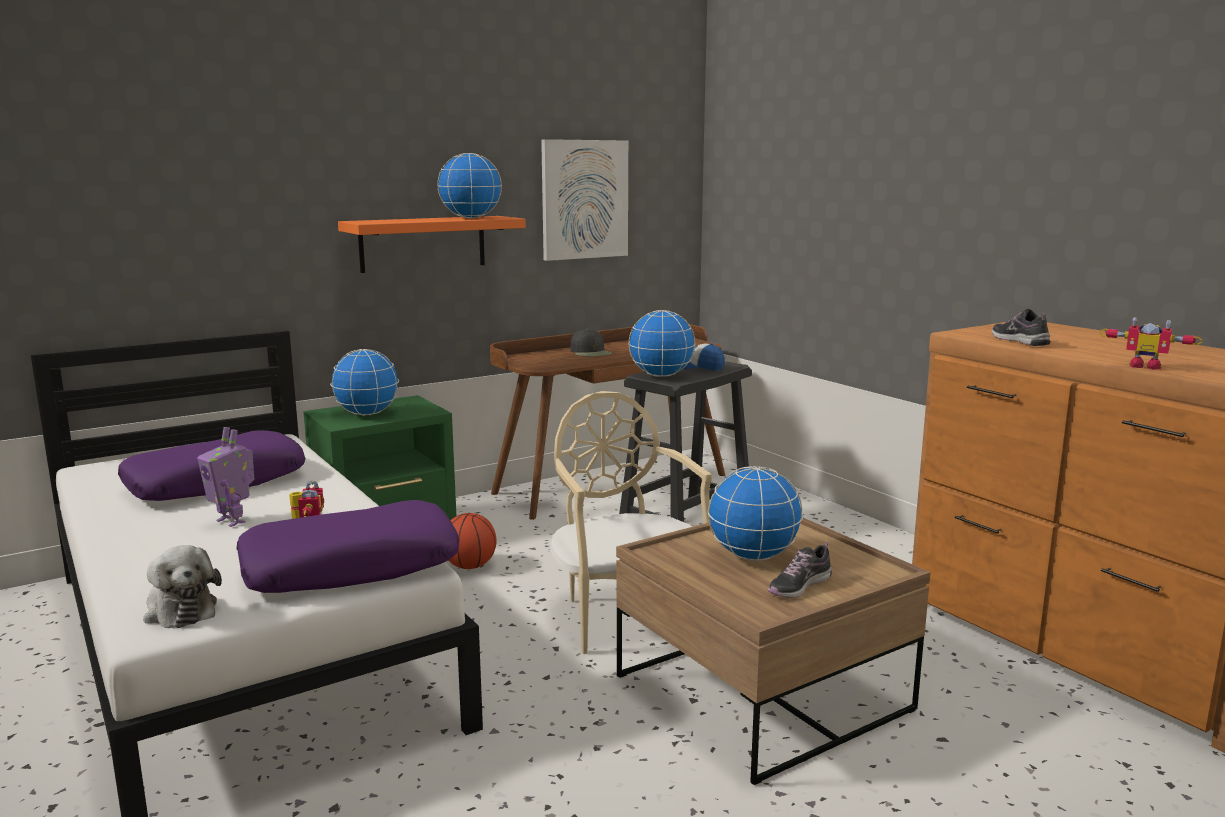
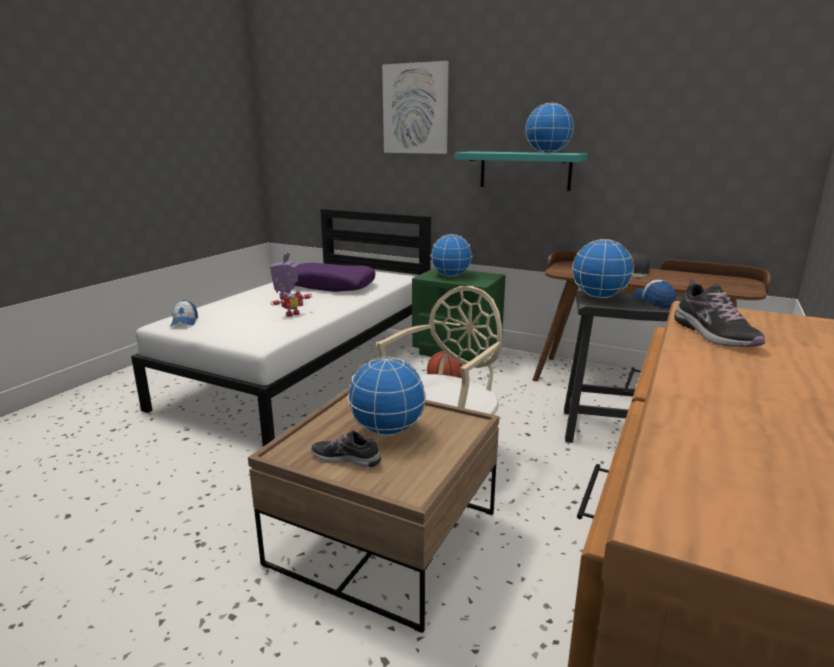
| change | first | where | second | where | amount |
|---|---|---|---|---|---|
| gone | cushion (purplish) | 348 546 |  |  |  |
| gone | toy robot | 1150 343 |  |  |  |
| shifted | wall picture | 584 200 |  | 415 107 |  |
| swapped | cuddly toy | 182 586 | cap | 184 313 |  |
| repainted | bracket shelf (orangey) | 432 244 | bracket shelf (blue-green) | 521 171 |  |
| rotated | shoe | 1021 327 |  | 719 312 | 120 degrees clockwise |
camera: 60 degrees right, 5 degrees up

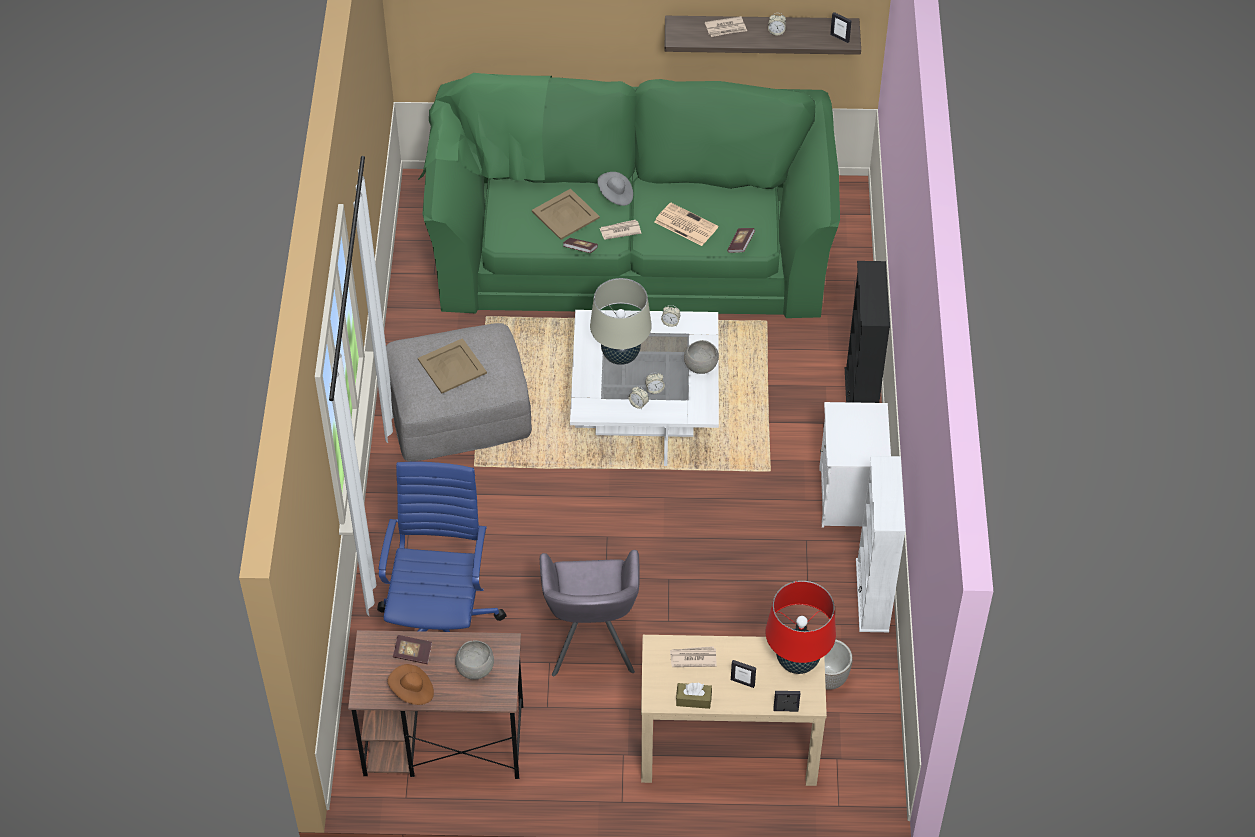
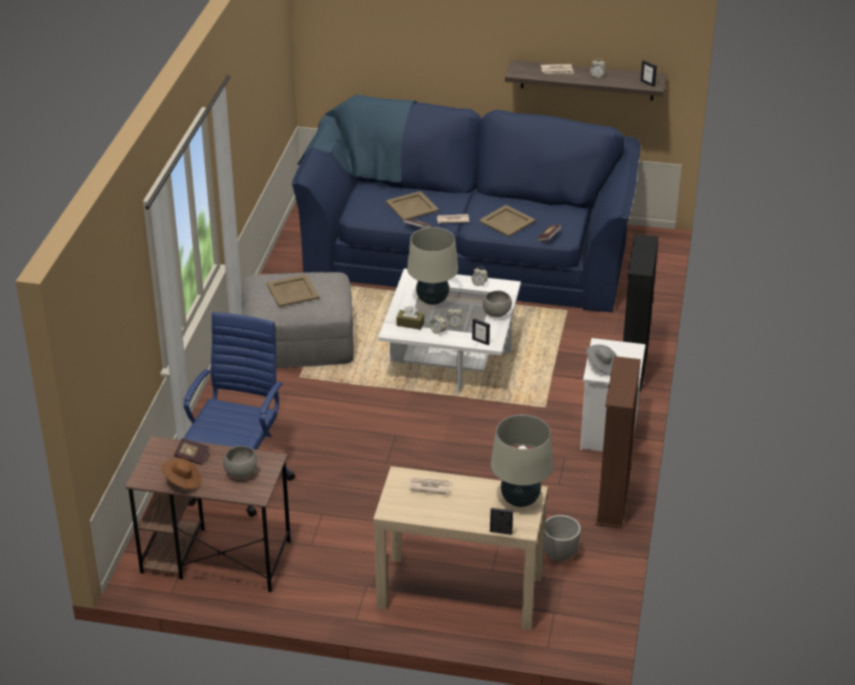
| change | first | where | second | where | amount |
|---|---|---|---|---|---|
| gone | lounge chair (grey) | 590 613 |  |  |  |
| shifted | clothing hat (grey) | 615 189 |  | 601 360 |  |
| shifted | box of tissues (brownish) | 694 696 |  | 410 318 |  |
| shifted | picture frame | 743 674 |  | 481 331 |  |
| swapped | daily paper | 686 224 | carrying tray (beige) | 507 221 |  |
| repainted | sofa (green-coloured) | 629 195 | sofa (bluish) | 466 204 |  |
| repainted | tabletop lamp (red) | 801 627 | tabletop lamp (beige) | 522 461 |  |
| repainted | bookcase (white) | 881 544 | bookcase (brownish) | 618 442 |  |
camera: 10 degrees right, 15 degrees down

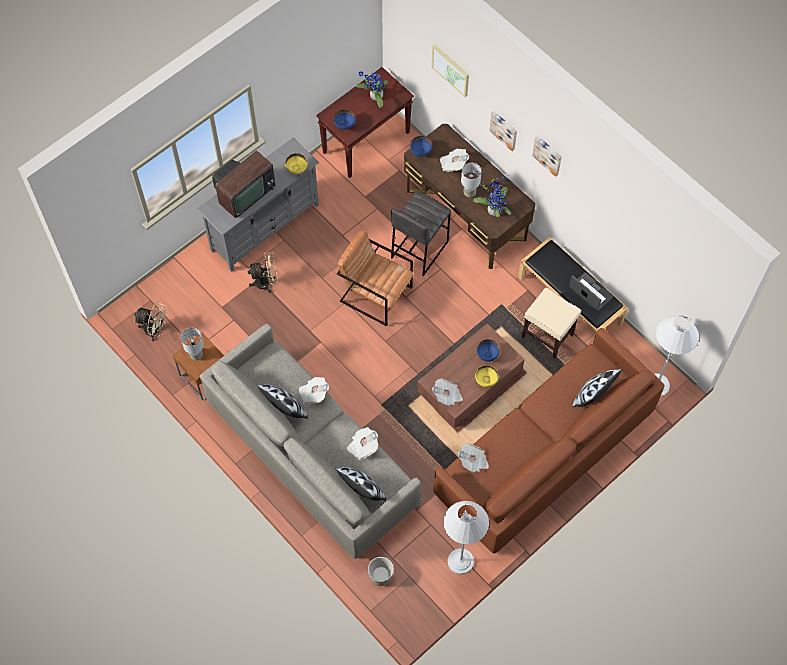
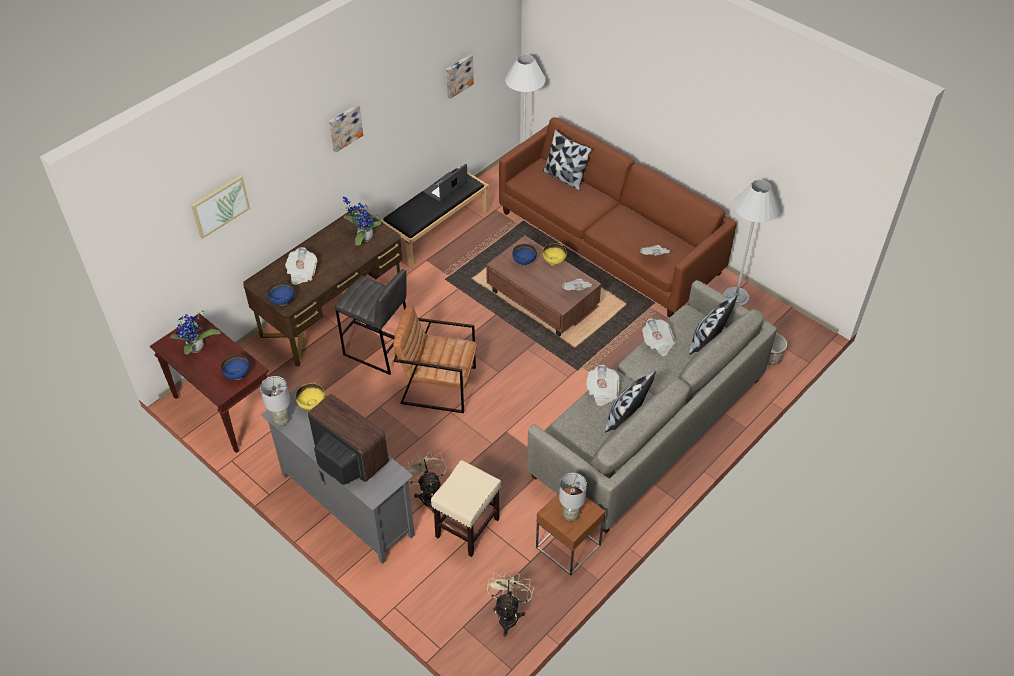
| change | first | where | second | where | amount |
|---|---|---|---|---|---|
| shifted | tabletop lamp (grey) | 471 180 |  | 275 401 |  |
| shifted | wall picture | 503 131 |  | 460 76 |  |
| shifted | stool (beige) | 551 323 |  | 466 508 |  |
| rotated | lounge chair (brownish) | 375 278 |  | 435 359 | 75 degrees clockwise |
camera: 95 degrees left, 15 degrees down

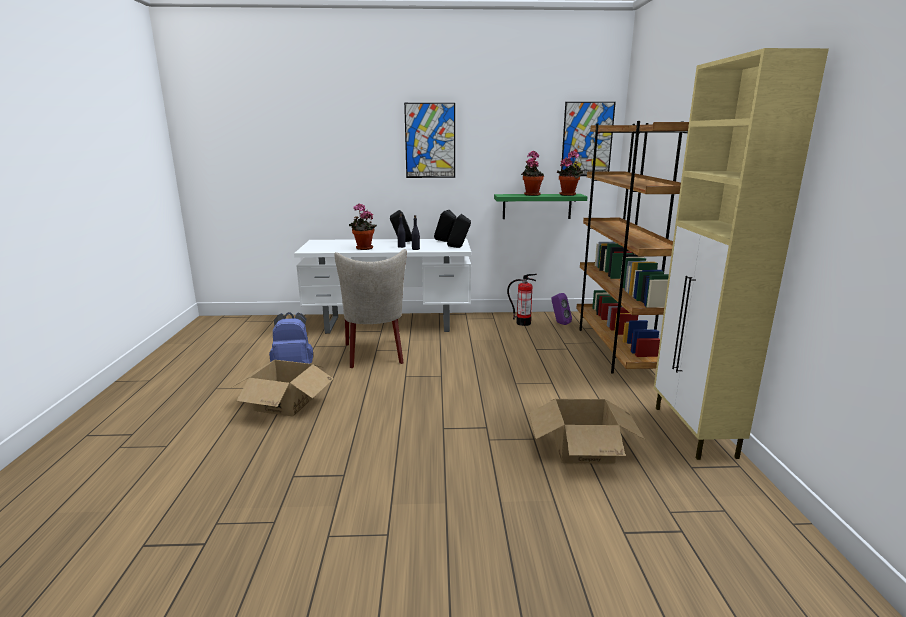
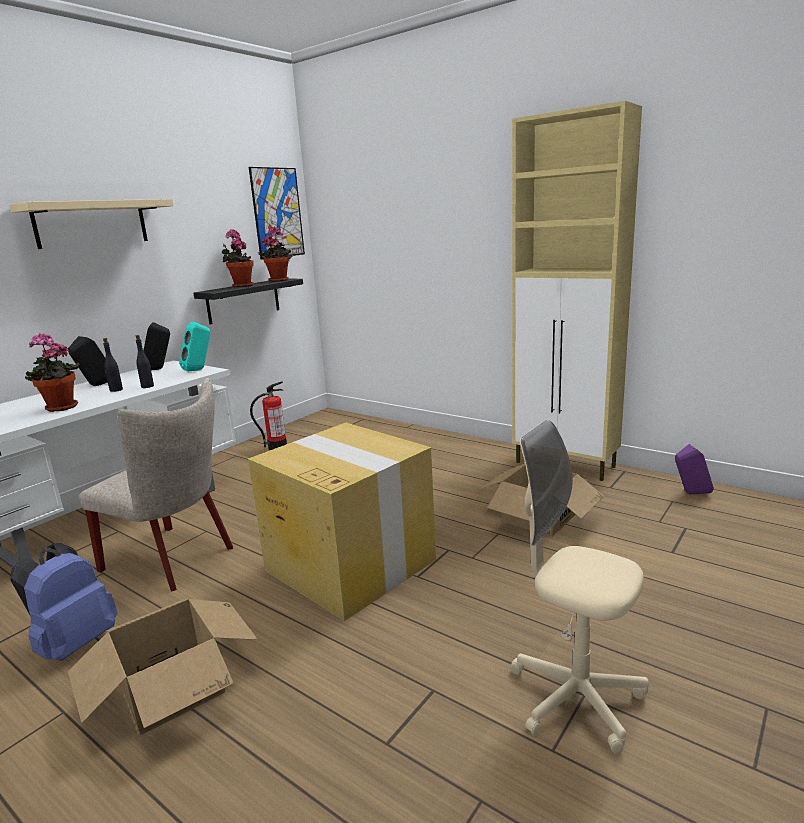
| change | first | where | second | where | amount |
|---|---|---|---|---|---|
| gone | bookcase (brownish) | 632 247 |  |  |  |
| new |  |  | carton | 342 522 |  |
| new |  |  | office chair (beige) | 579 587 |  |
| shifted | audio speaker (purplish) | 561 309 |  | 694 469 |  |
| swapped | wall picture | 429 140 | bracket shelf (beige) | 91 224 |  |
| repainted | audio speaker (blackish) | 459 231 | audio speaker (blue-green) | 194 346 |  |
| repainted | bracket shelf (green-coloured) | 540 206 | bracket shelf (blackish) | 248 301 |  |
camera: 50 degrees left, 0 degrees up

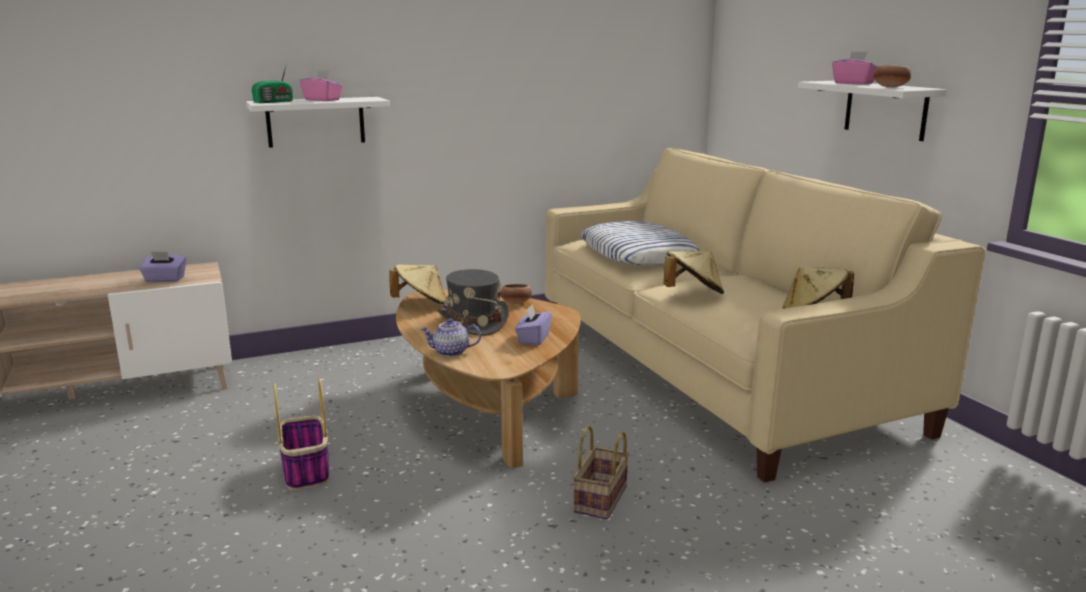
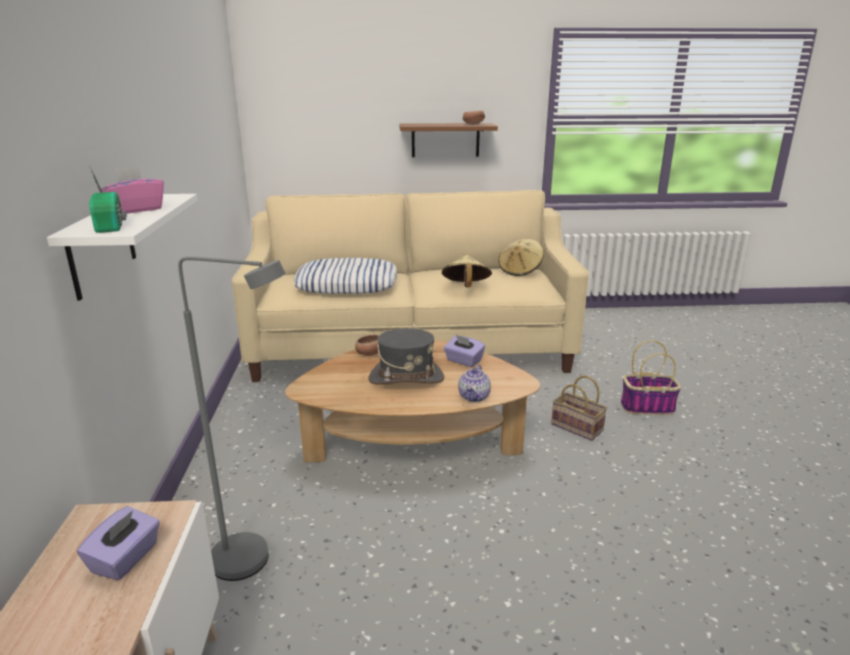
| change | first | where | second | where | amount |
|---|---|---|---|---|---|
| gone | clothing hat (beige) | 417 284 |  |  |  |
| gone | box of tissues (pink) | 855 68 |  |  |  |
| new |  |  | standard lamp (grey) | 232 419 |  |
| shifted | household basket | 301 434 |  | 651 377 |  |
| repainted | bracket shelf (white) | 872 111 | bracket shelf (brownish) | 448 140 |  |
camera: 70 degrees left, 5 degrees up

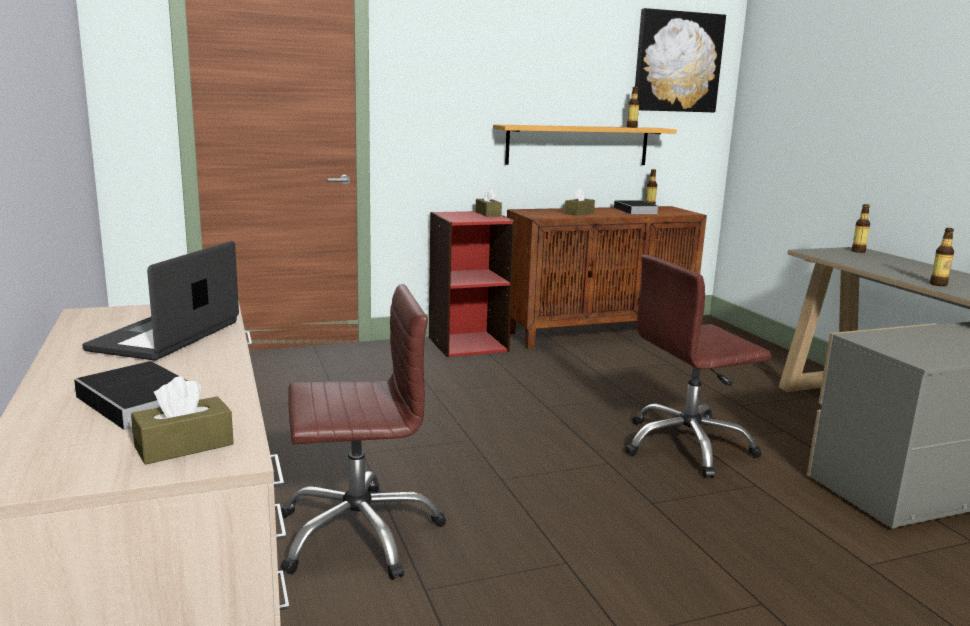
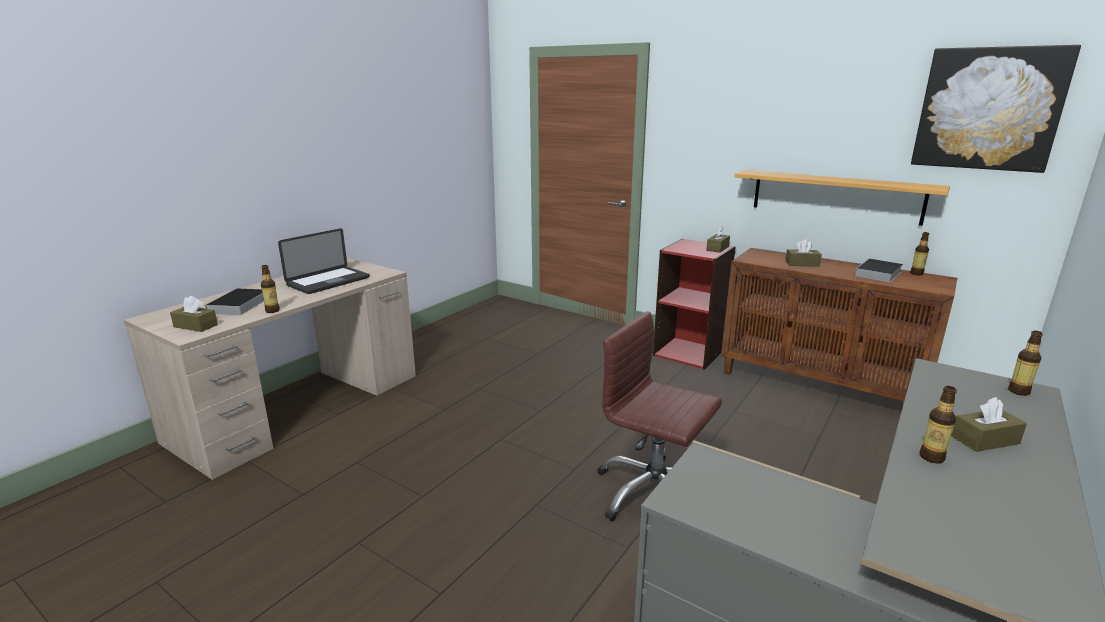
| change | first | where | second | where | amount |
|---|---|---|---|---|---|
| gone | office chair (brownish) | 363 432 |  |  |  |
| new |  |  | box of tissues (brownish) | 989 424 |  |
| shifted | drink bottle | 633 107 |  | 270 289 |  |
| rotated | notebook computer | 160 300 |  | 324 261 | 150 degrees clockwise |
camera: 55 degrees right, 5 degrees up

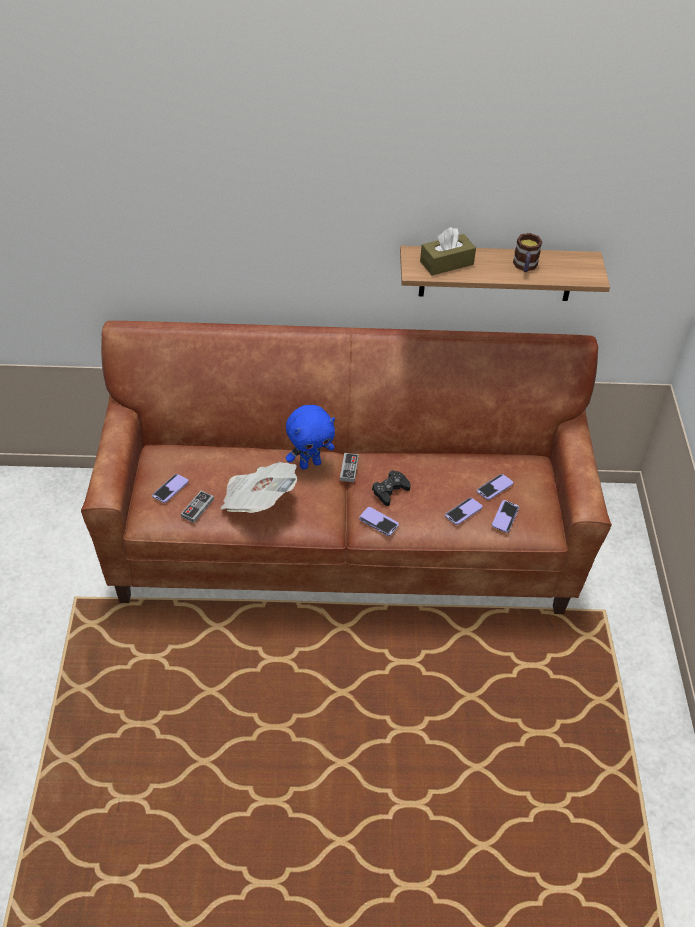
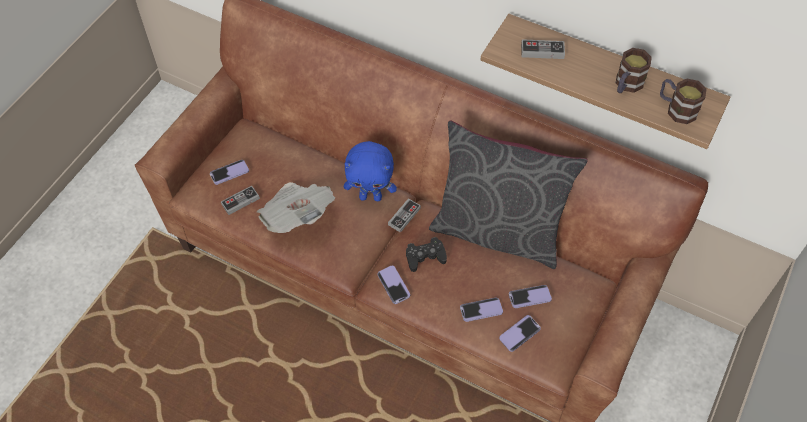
| change | first | where | second | where | amount |
|---|---|---|---|---|---|
| new |  |  | cushion (grey) | 508 194 |  |
| new |  |  | mug | 683 101 |  |
| swapped | box of tissues (brownish) | 448 251 | joypad | 543 49 |  |
camera: 30 degrees right, 10 degrees up

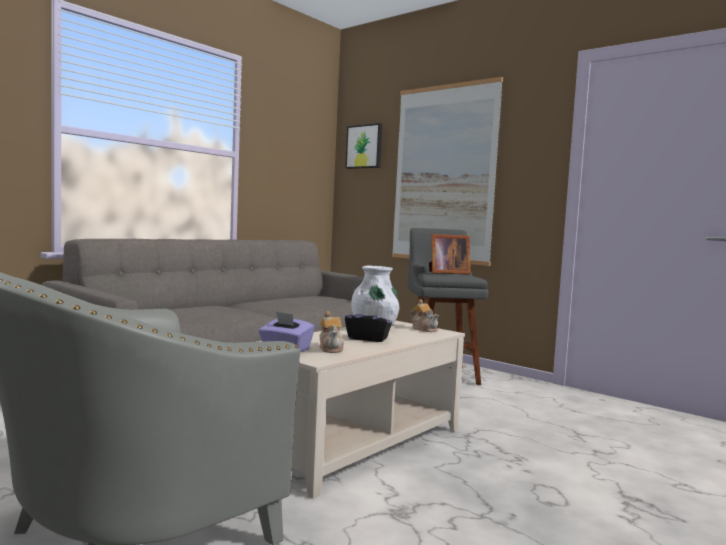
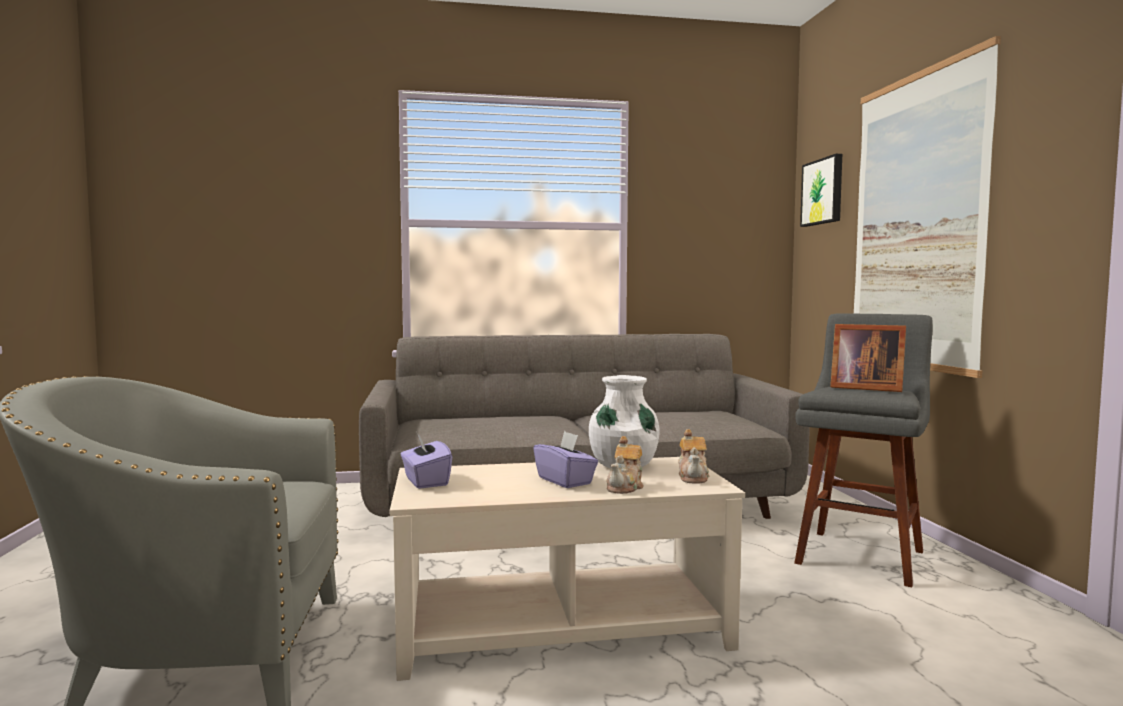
| change | first | where | second | where | amount |
|---|---|---|---|---|---|
| shifted | teapot | 331 332 |  | 625 465 |  |
| repainted | box of tissues (blackish) | 368 323 | box of tissues (purplish) | 565 459 |  |
camera: 40 degrees right, 0 degrees up

